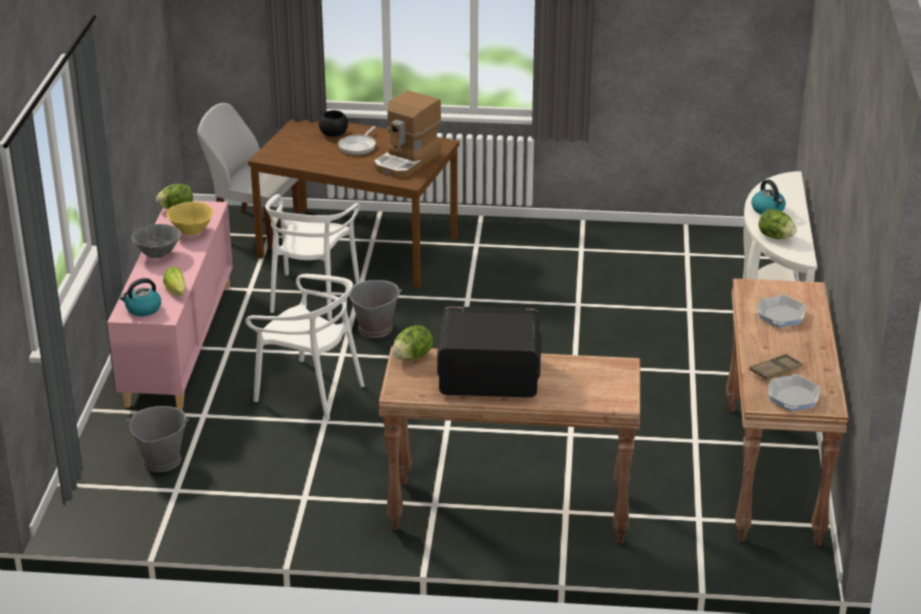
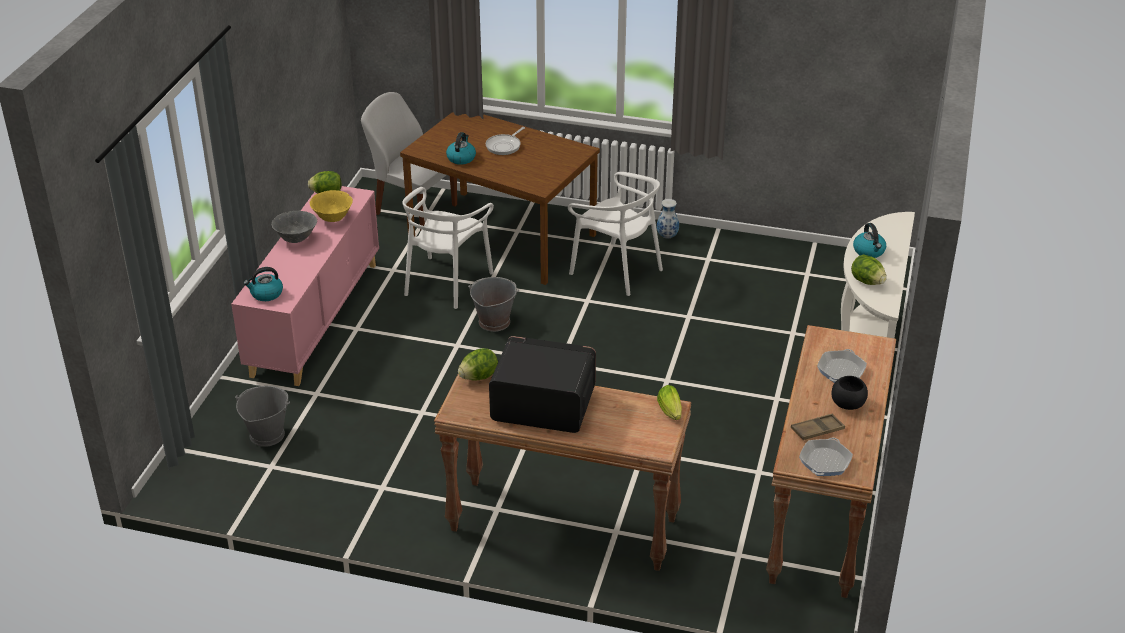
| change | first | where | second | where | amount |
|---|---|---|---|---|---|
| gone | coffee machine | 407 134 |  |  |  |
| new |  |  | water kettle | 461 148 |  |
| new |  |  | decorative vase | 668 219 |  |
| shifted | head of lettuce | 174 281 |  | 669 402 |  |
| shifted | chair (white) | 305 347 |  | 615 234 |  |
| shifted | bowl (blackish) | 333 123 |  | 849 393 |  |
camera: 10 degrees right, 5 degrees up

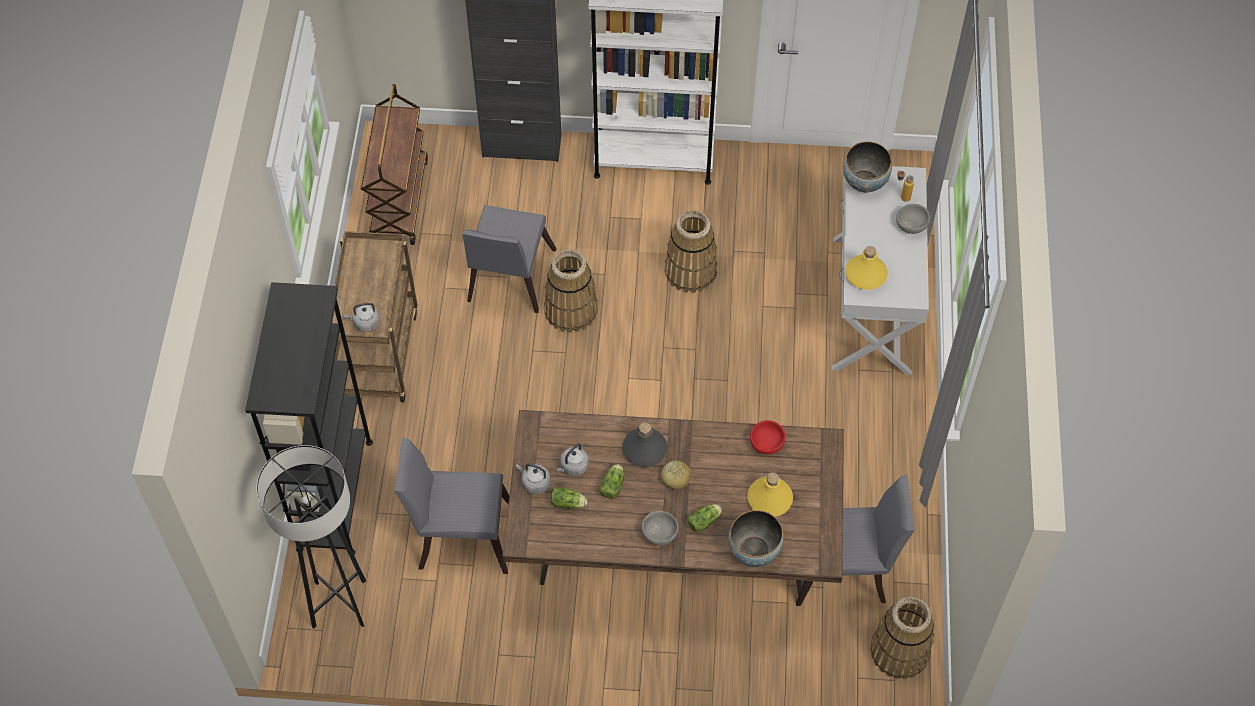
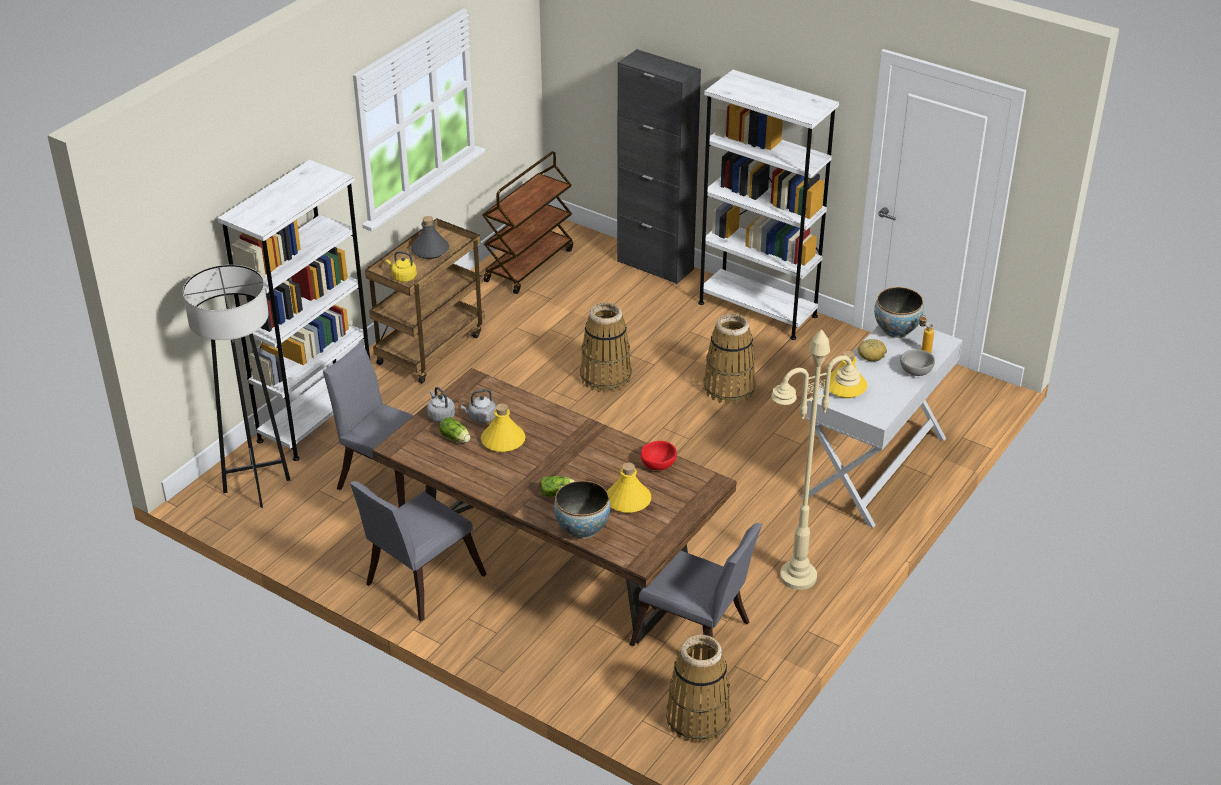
| change | first | where | second | where | amount |
|---|---|---|---|---|---|
| gone | bowl (grey) | 660 528 |  |  |  |
| new |  |  | standard lamp (beige) | 815 459 |  |
| shifted | chair (grey) | 509 259 |  | 418 551 |  |
| shifted | drink bottle (grey) | 644 445 |  | 430 237 |  |
| shifted | bread | 676 475 |  | 872 350 |  |
| swapped | head of lettuce | 611 481 | drink bottle (yellow) | 503 428 |  |
| repainted | bookcase (blackish) | 309 418 | bookcase (white) | 293 310 |  |
| repainted | water kettle (grey) | 362 317 | water kettle (yellow) | 401 266 |  |
camera: 30 degrees right, 20 degrees down

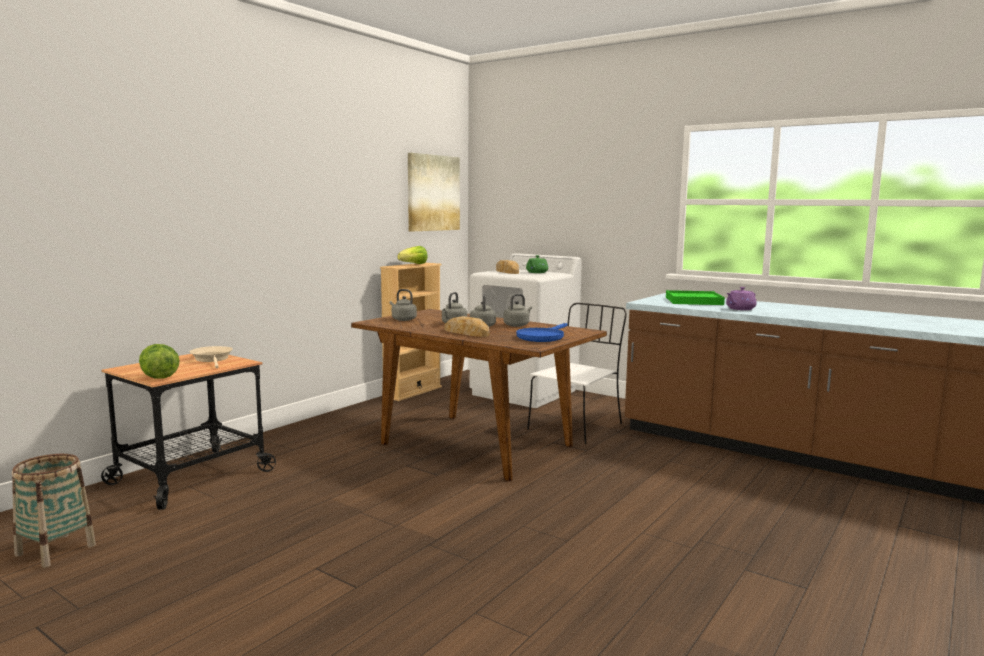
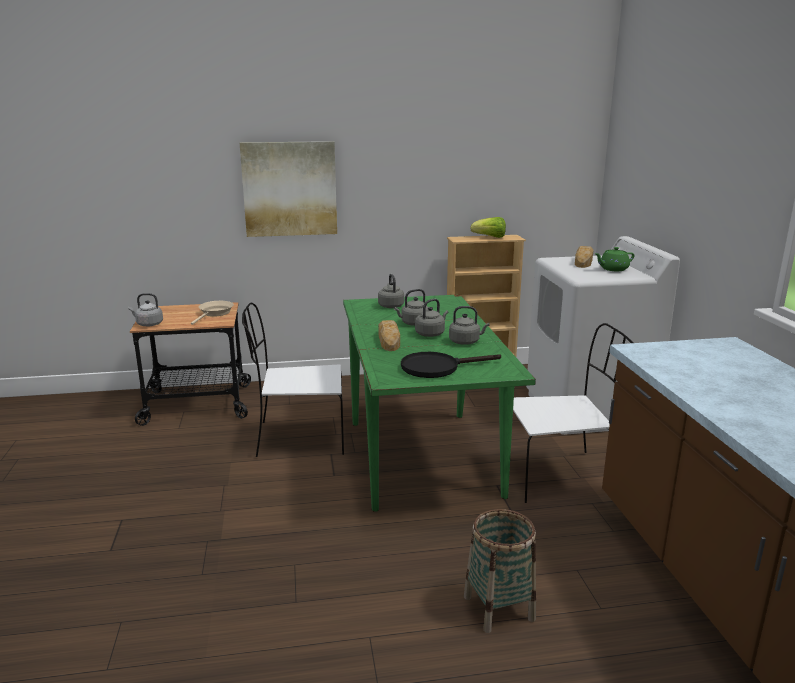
| change | first | where | second | where | amount |
|---|---|---|---|---|---|
| gone | carrying tray (green-coloured) | 695 297 |  |  |  |
| gone | teapot (purplish) | 741 298 |  |  |  |
| new |  |  | chair (white) | 293 380 |  |
| shifted | household basket | 54 511 |  | 500 571 |  |
| shifted | wall picture | 434 192 |  | 288 189 |  |
| swapped | head of lettuce | 159 361 | water kettle (grey) | 145 309 |  |
| repainted | dining table (brownish) | 479 395 | dining table (green-coloured) | 439 403 |  |
| repainted | skillet (bluish) | 542 332 | skillet (blackish) | 451 365 |  |
camera: 45 degrees right, 10 degrees up

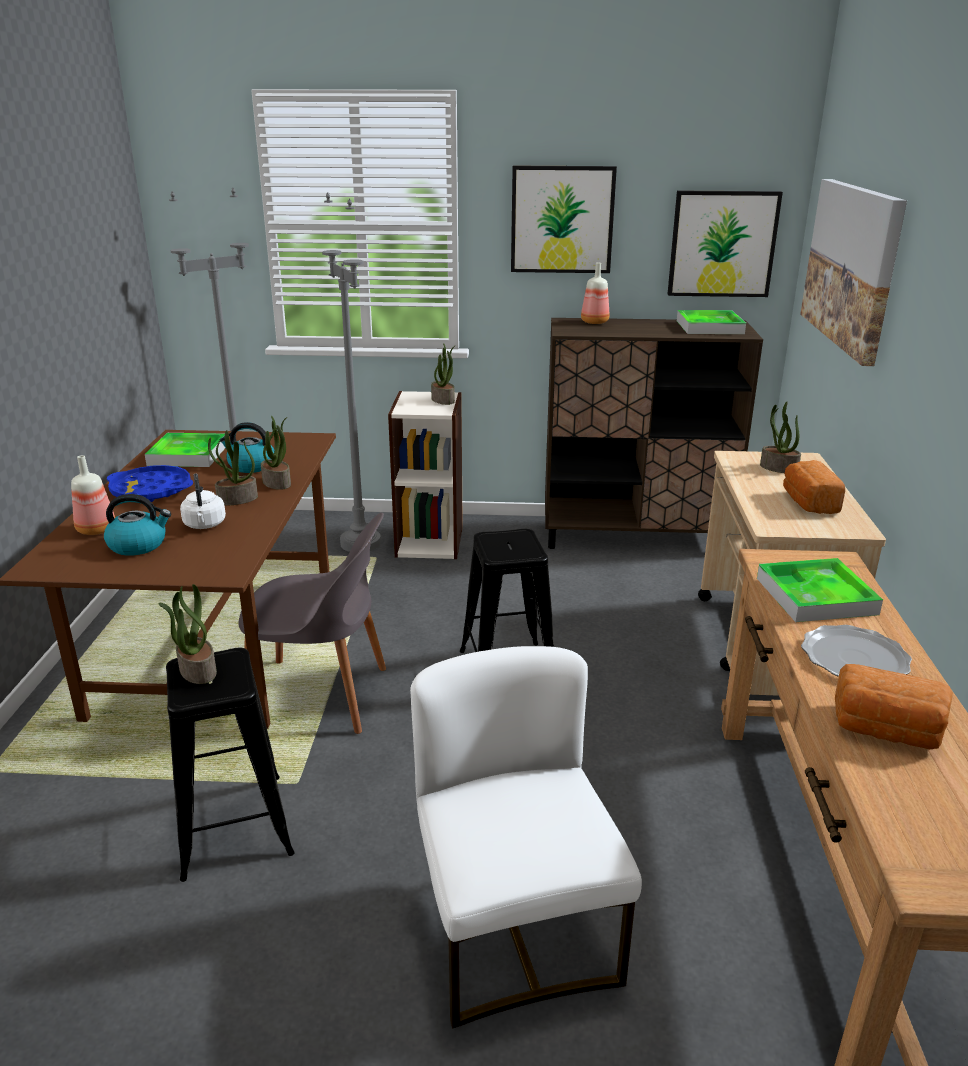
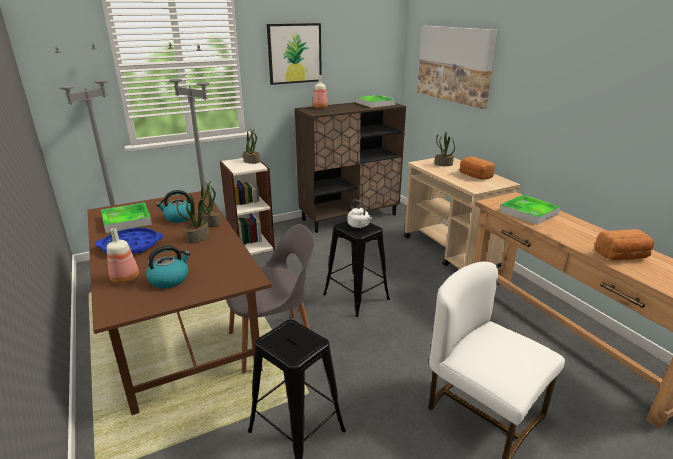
| change | first | where | second | where | amount |
|---|---|---|---|---|---|
| gone | potted plant | 187 634 |  |  |  |
| gone | wall picture | 725 243 |  |  |  |
| gone | dinner plate | 856 651 |  |  |  |
| shifted | water kettle (white) | 203 501 |  | 360 213 |  |
camera: 30 degrees left, 0 degrees up

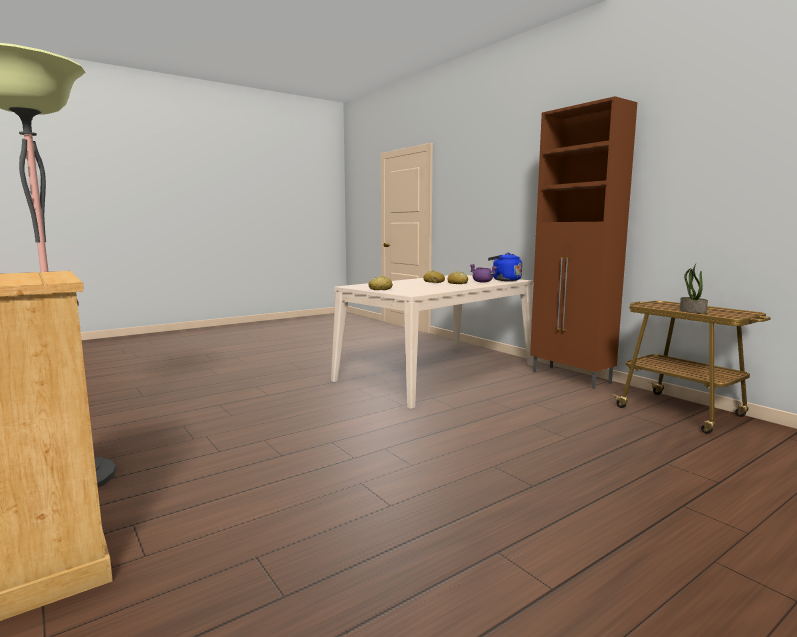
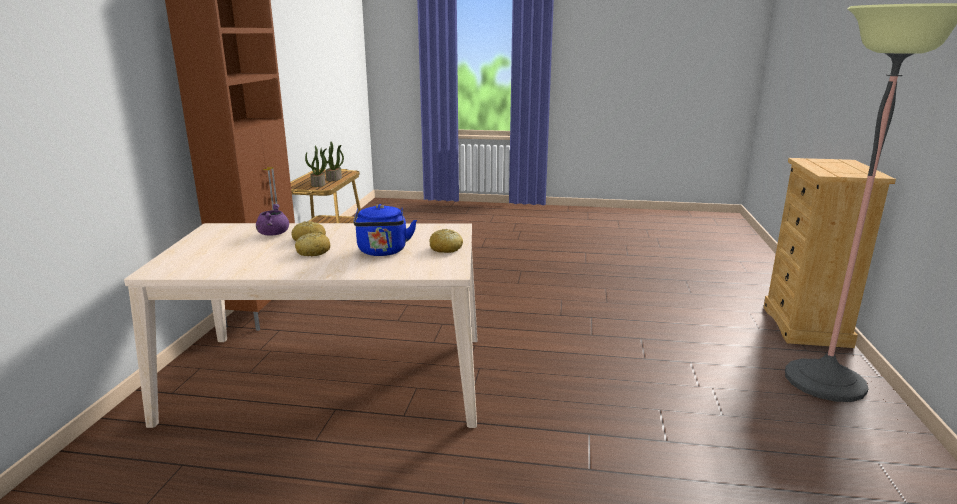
| change | first | where | second | where | amount |
|---|---|---|---|---|---|
| new |  |  | potted plant | 316 166 |  |
| shifted | water kettle (bluish) | 505 267 |  | 385 230 |  |
camera: 135 degrees left, 10 degrees up

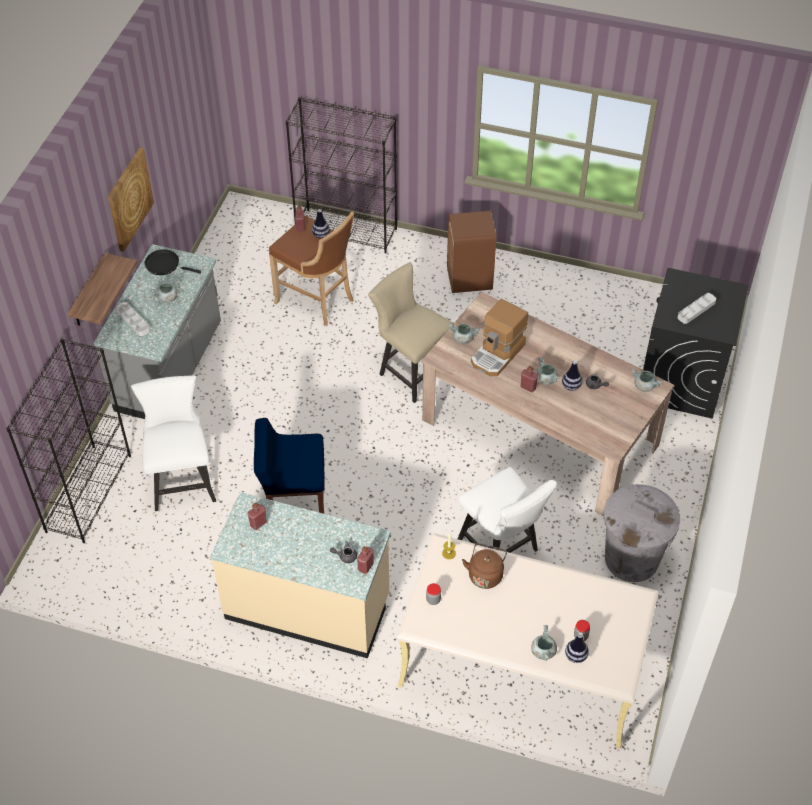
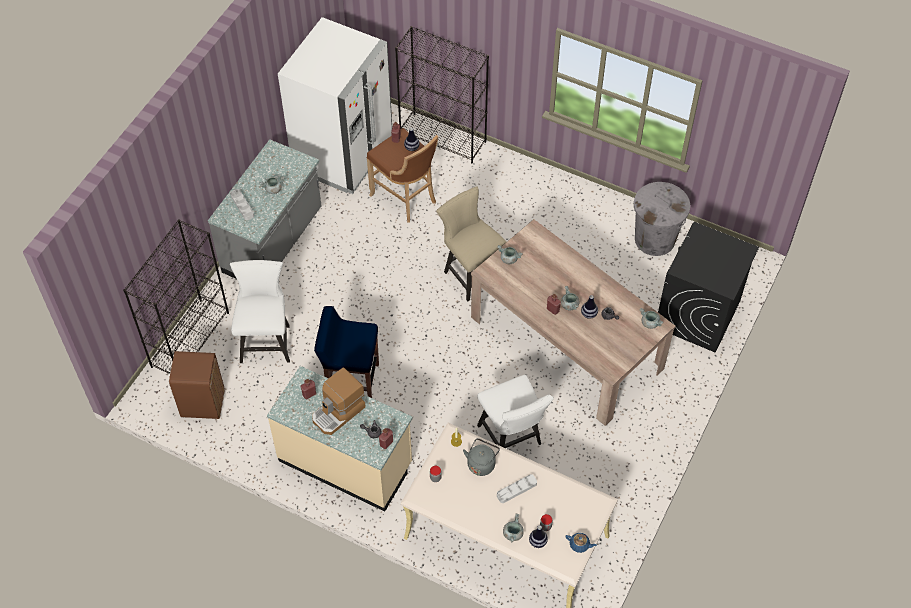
| change | first | where | second | where | amount |
|---|---|---|---|---|---|
| gone | bracket shelf | 102 289 |  |  |  |
| gone | wall picture | 131 199 |  |  |  |
| gone | skillet (blackish) | 173 262 |  |  |  |
| new |  |  | kitchen fridge (white) | 335 105 |  |
| new |  |  | teapot (bluish) | 581 543 |  |
| shifted | waste bin (brownish) | 471 252 |  | 197 385 |  |
| shifted | coffee machine | 499 337 |  | 339 401 |  |
| shifted | waste bin (grey) | 642 533 |  | 662 219 |  |
| shifted | carrying tray (grey) | 696 308 |  | 517 488 |  |
| repainted | water kettle (brownish) | 484 566 | water kettle (grey) | 481 457 |  |
camera: 10 degrees right, 5 degrees up

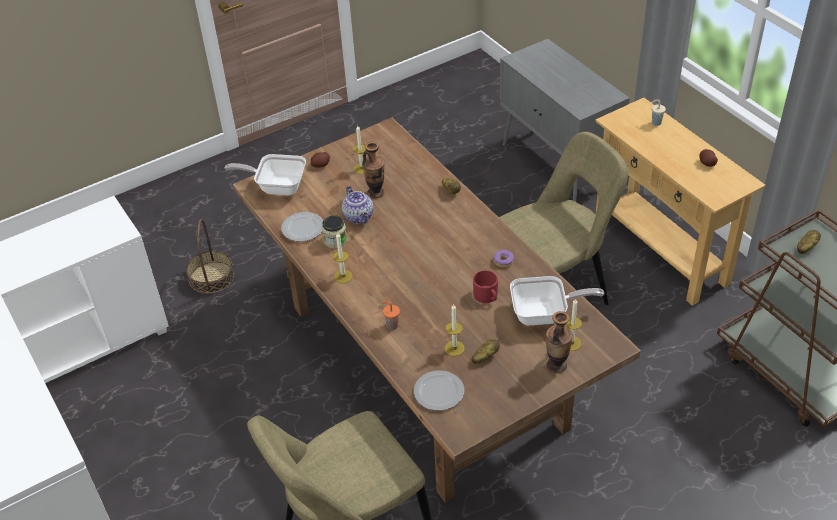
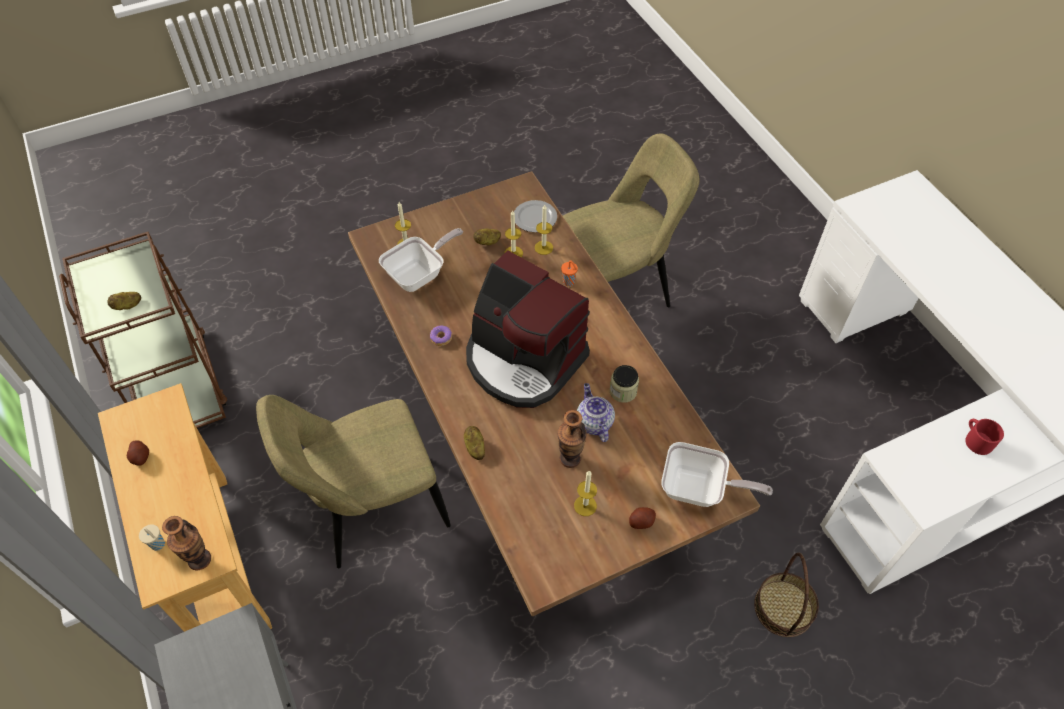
| change | first | where | second | where | amount |
|---|---|---|---|---|---|
| gone | dinner plate | 302 227 |  |  |  |
| new |  |  | coffee machine | 528 329 |  |
| shifted | wax candle | 343 258 |  | 544 229 |  |
| shifted | mug (red) | 485 286 |  | 984 437 |  |
| shifted | decorative vase | 559 342 |  | 186 543 |  |
| rotated | skillet | 557 301 |  | 421 260 | 135 degrees clockwise |
camera: 175 degrees left, 10 degrees up

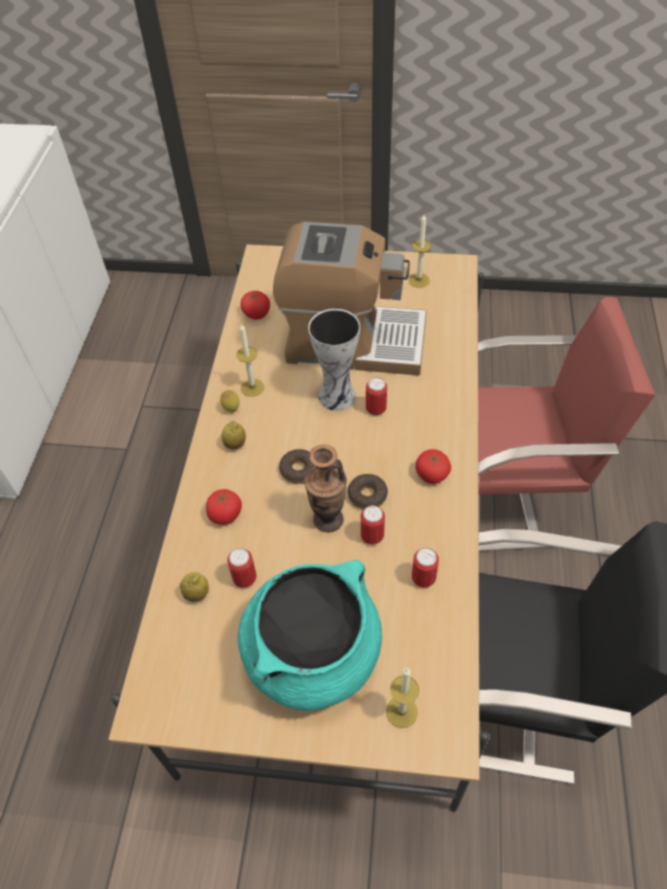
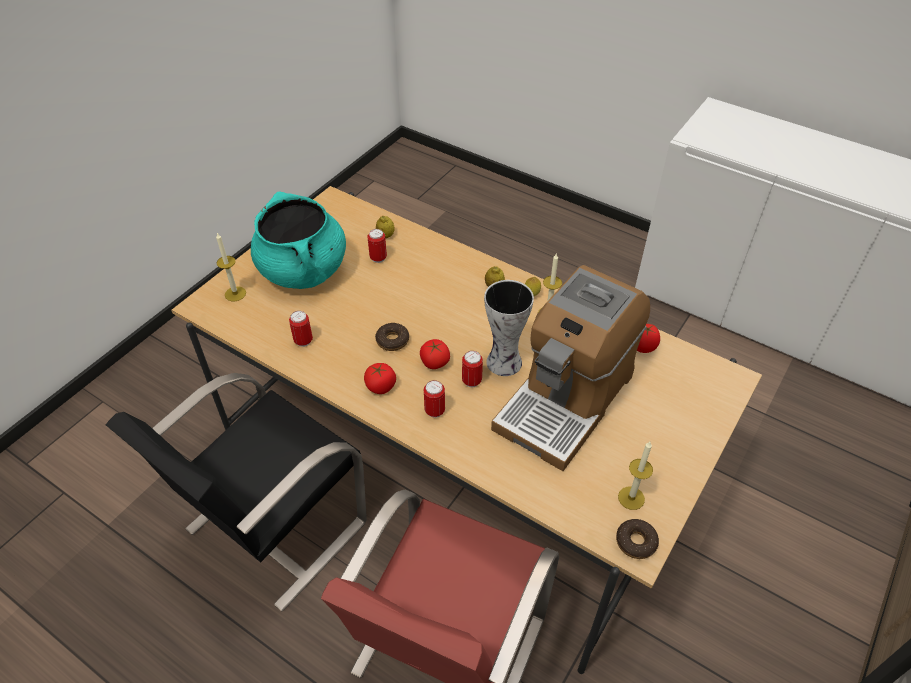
| change | first | where | second | where | amount |
|---|---|---|---|---|---|
| gone | decorative vase | 325 488 |  |  |  |
| shifted | fresh tomato | 224 507 |  | 435 354 |  |
| shifted | doughnut | 296 466 |  | 637 539 |  |
| shifted | sealed can | 373 525 |  | 434 399 |  |
camera: 115 degrees right, 5 degrees down

